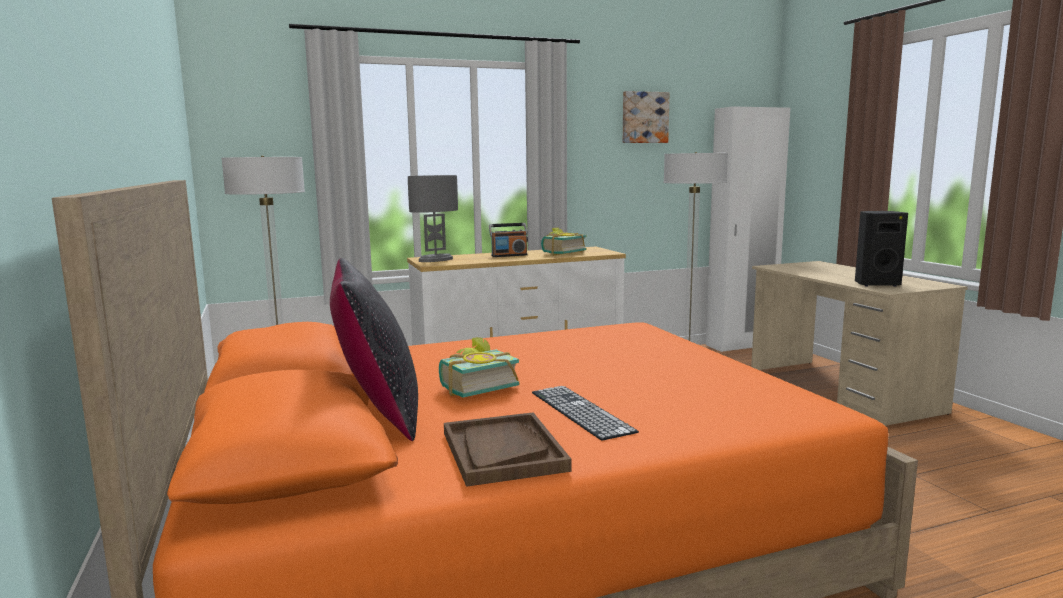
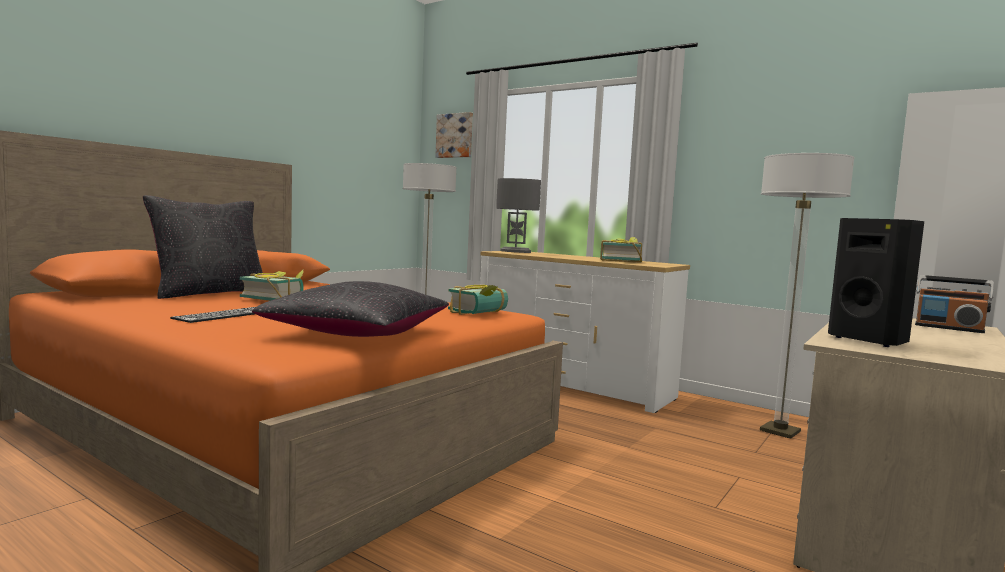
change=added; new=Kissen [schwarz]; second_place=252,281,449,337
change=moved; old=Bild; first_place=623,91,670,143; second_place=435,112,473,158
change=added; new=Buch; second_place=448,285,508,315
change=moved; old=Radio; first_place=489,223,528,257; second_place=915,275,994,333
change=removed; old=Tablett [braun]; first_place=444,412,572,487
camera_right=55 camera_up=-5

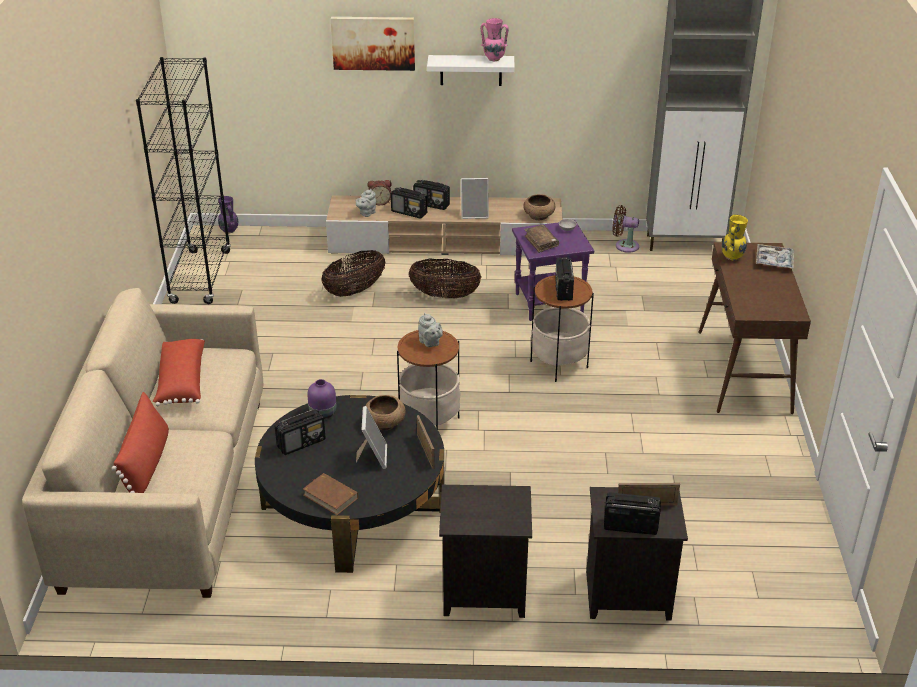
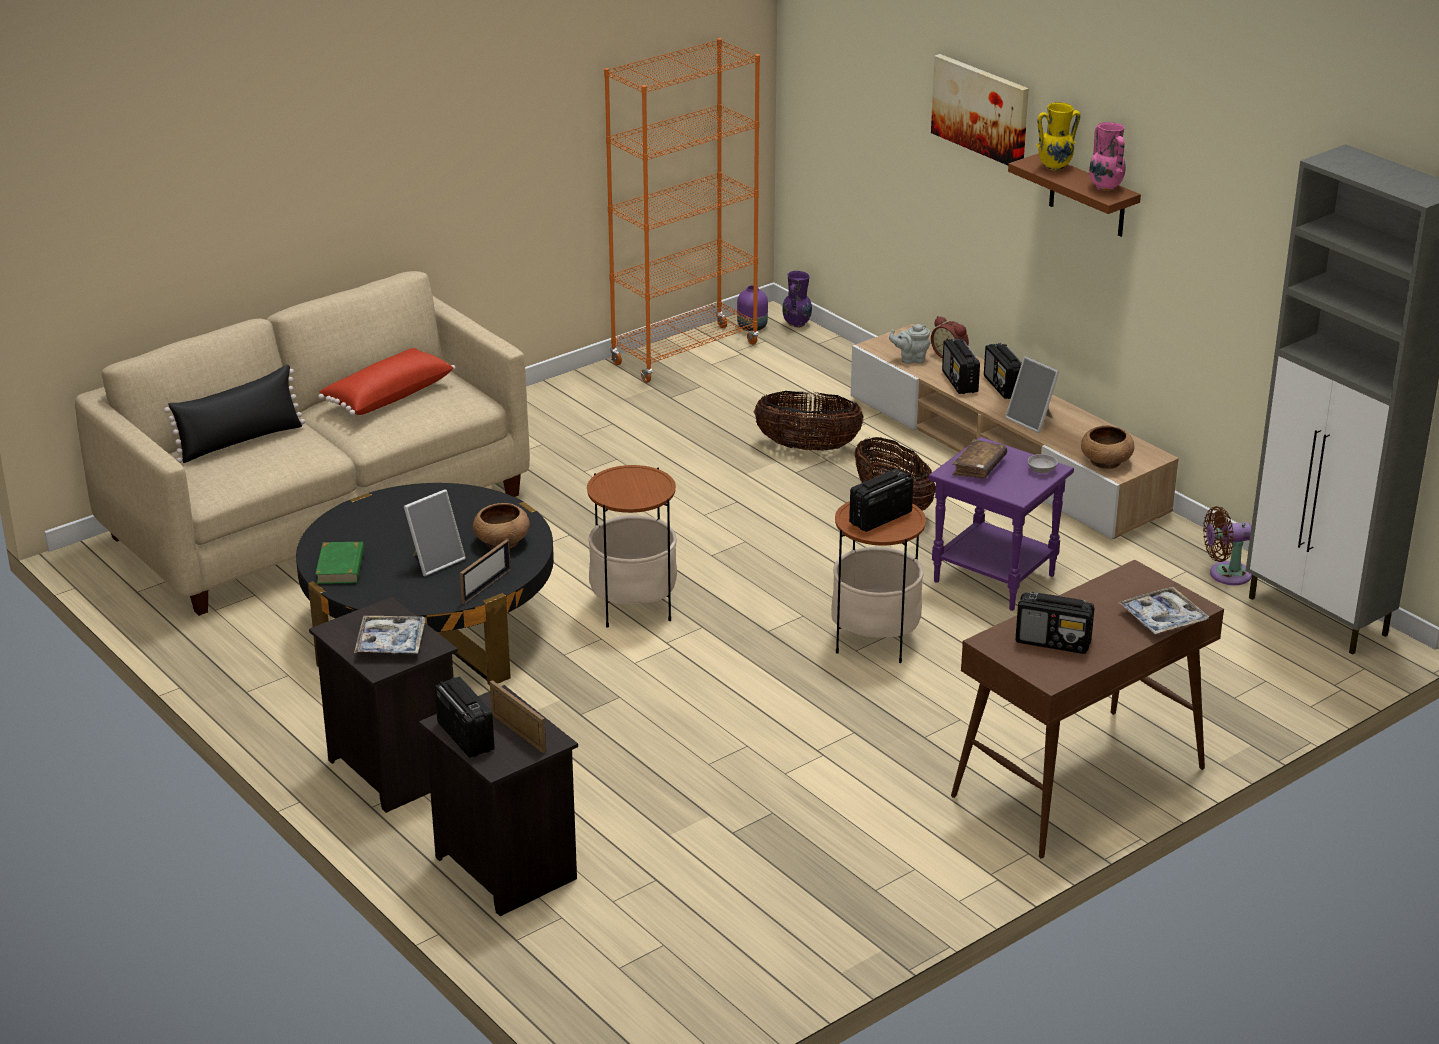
change=recoloured; old=Kissen [rot]; new=Kissen [schwarz]; first_place=112,392,169,493; second_place=164,365,305,463
change=recoloured; old=Buch [braun]; new=Buch [grün]; first_place=303,473,358,515; second_place=315,542,364,584
change=added; new=Tablett; second_place=354,616,425,653
change=recoloured; old=Bücherregal [schwarz]; new=Bücherregal [orange]; first_place=136,57,231,304; second_place=604,38,760,383
change=moved; old=Vase [lila]; first_place=307,379,337,419; second_place=737,285,768,331
change=recoloured; old=Wandregal [weiß]; new=Wandregal [braun]; first_place=427,55,515,86; second_place=1008,153,1141,237
change=moved; old=Radio; first_place=275,409,325,455; second_place=1016,592,1094,654
change=moved; old=Vase [gelb]; first_place=722,215,748,261; second_place=1036,102,1080,170
change=turned; old=Ventilator [braun]; first_place=612,205,639,253; second_place=1203,506,1252,585; degrees=-75
change=removed; old=Teekanne [grau]; first_place=418,313,443,347
camera_right=50 camera_up=-5

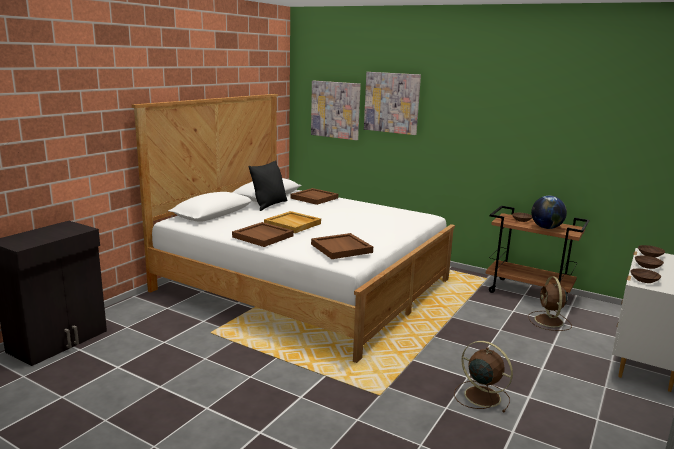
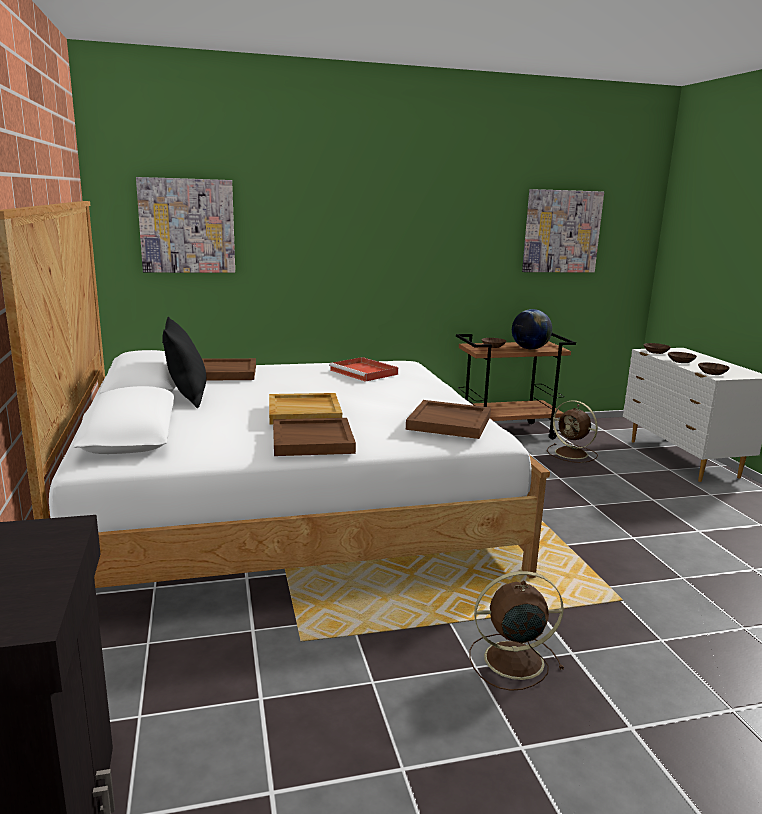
change=added; new=Tablett [rot]; second_place=329,357,398,382
change=moved; old=Ventilator [braun]; first_place=454,341,513,412; second_place=469,571,564,691
change=moved; old=Bild; first_place=364,72,421,135; second_place=522,189,604,272
camera_right=-45 camera_up=0

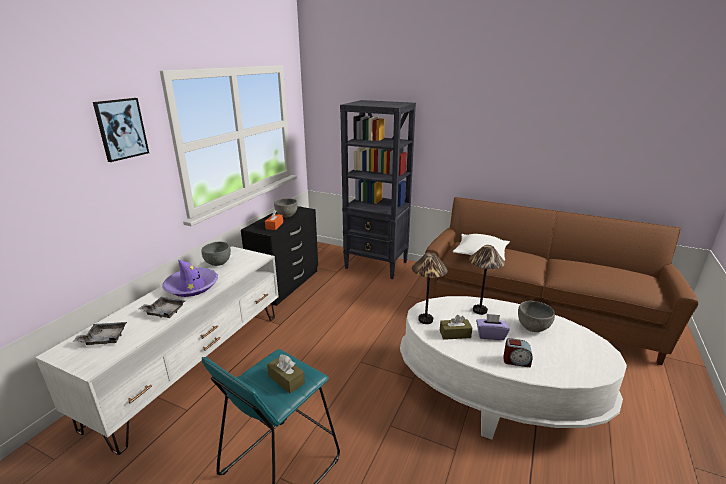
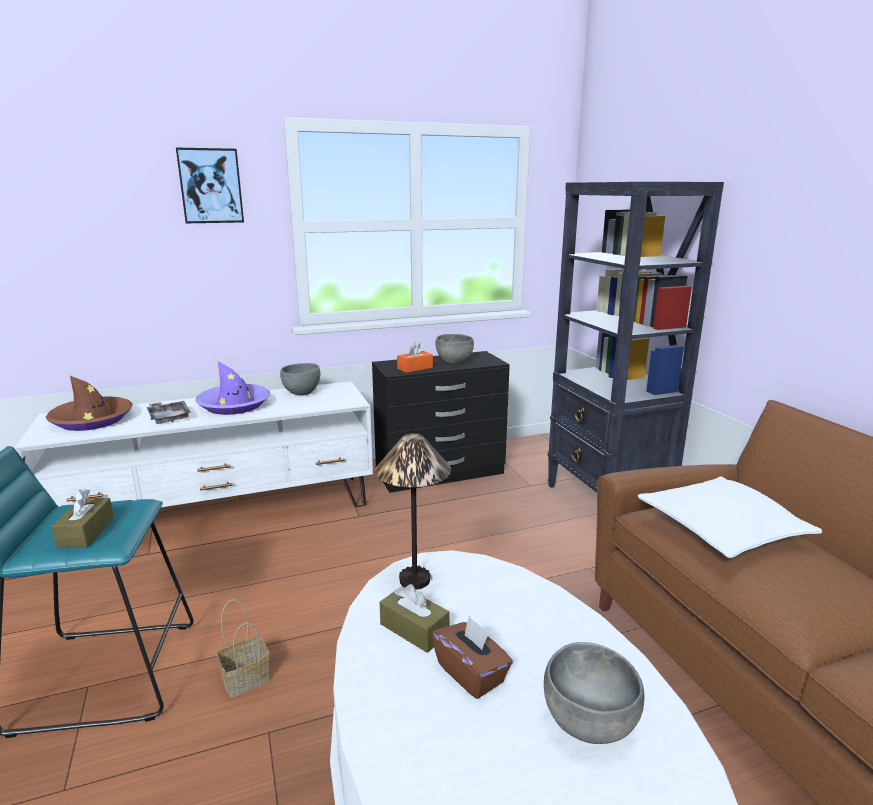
change=replaced; old=Tablett [grau]; new=Hut [braun]; first_place=73,322,127,345; second_place=45,376,133,431
change=added; new=Korb; second_place=217,600,271,698
change=recoloured; old=Taschentuchbox [lila]; new=Taschentuchbox [braun]; first_place=476,314,510,340; second_place=432,616,513,699
change=removed; old=Tischlampe; first_place=469,245,505,315
change=removed; old=Wecker; first_place=503,338,533,368
camera_right=45 camera_up=-5

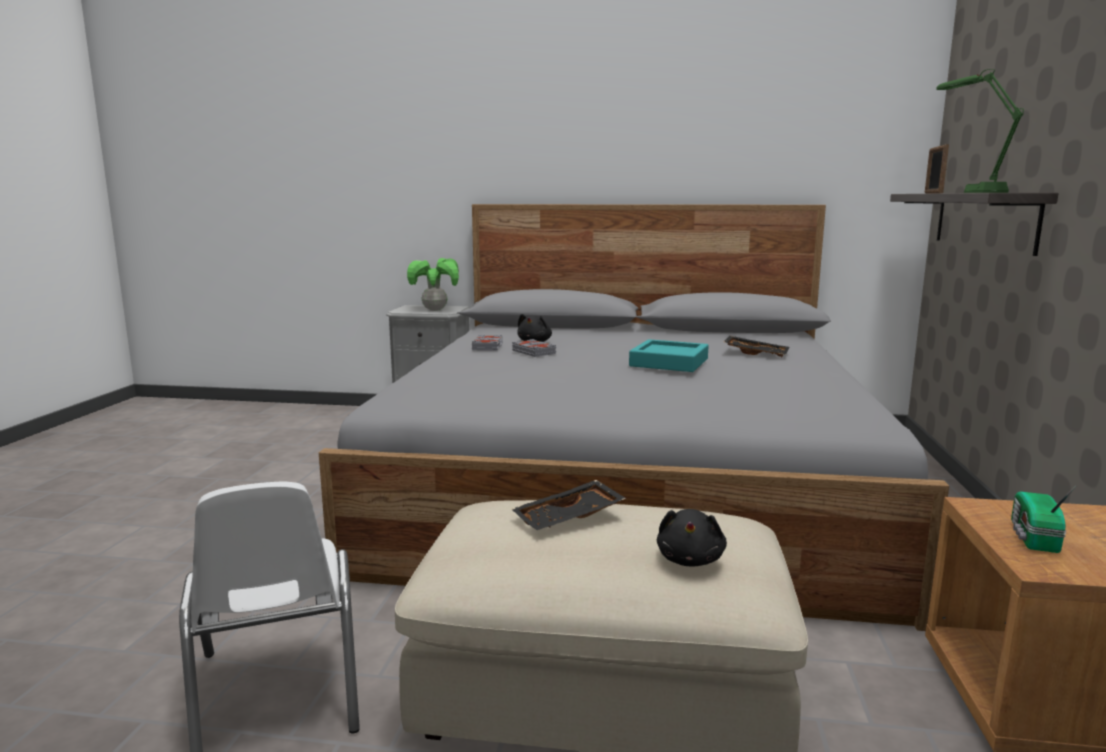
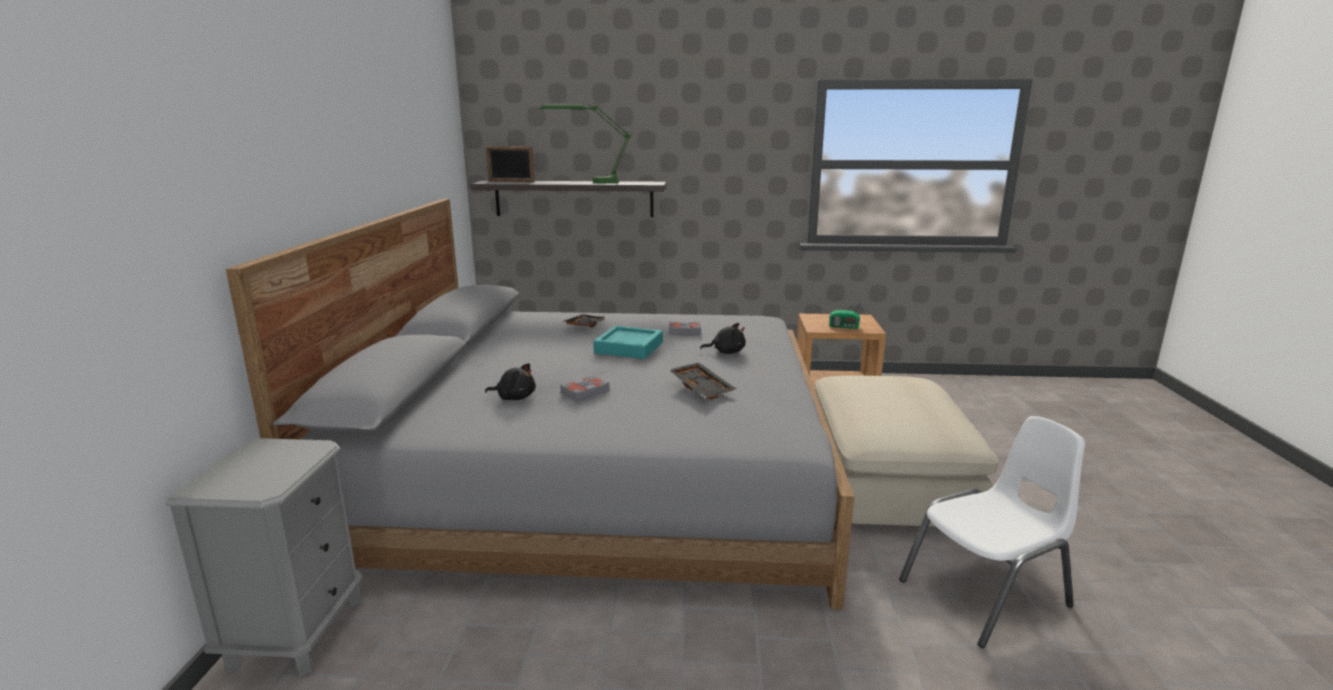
change=moved; old=Buch [grau]; first_place=472,335,503,351; second_place=669,321,701,335
change=moved; old=Tablett [schwarz]; first_place=511,480,627,530; second_place=669,362,737,400
change=moved; old=Plüschtier [schwarz]; first_place=657,509,727,566; second_place=700,323,746,354
change=removed; old=Topfpflanze; first_place=407,258,459,311
camera_right=-95 camera_up=5

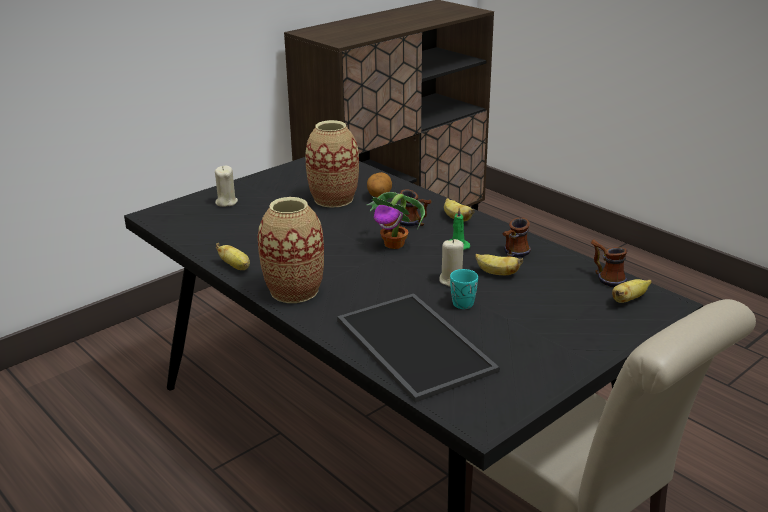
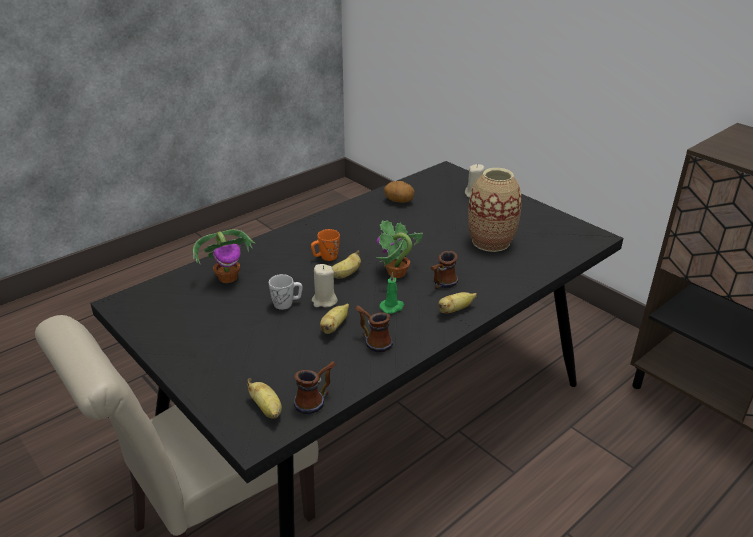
change=replaced; old=Tablett; new=Topfpflanze; first_place=337,293,499,403; second_place=193,229,255,283
change=recoloured; old=Henkelbecher [türkis]; new=Henkelbecher [weiß]; first_place=450,269,478,309; second_place=269,274,303,310
change=added; new=Henkelbecher [orange]; second_place=311,229,340,261
change=moved; old=Banane; first_place=216,243,250,270; second_place=332,251,361,279
change=moved; old=Kartoffel; first_place=367,172,392,197; second_place=384,181,414,203
change=removed; old=Vase; first_place=258,197,324,303
camera_right=90 camera_up=5

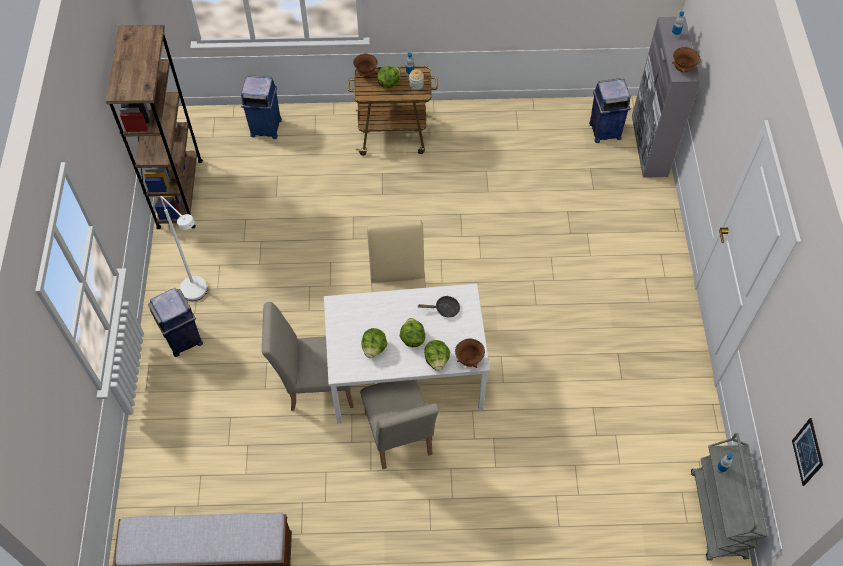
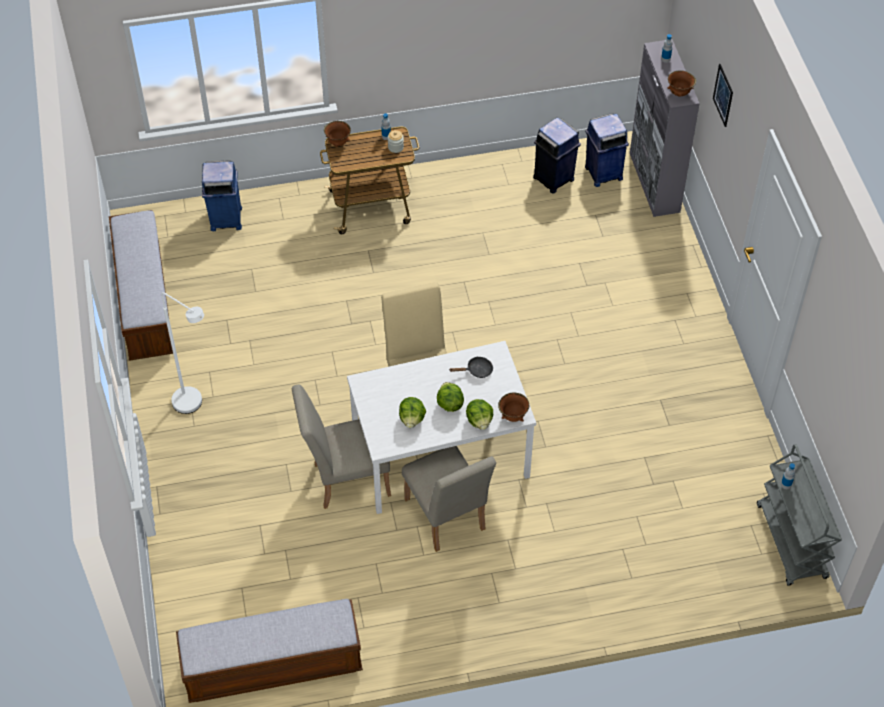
change=replaced; old=Bücherregal [braun]; new=Bank; first_place=105,25,203,229; second_place=109,210,173,361
change=moved; old=Mülleimer [blau]; first_place=148,288,203,357; second_place=533,117,581,193
change=moved; old=Bild; first_place=792,418,823,486; second_place=713,64,733,127
change=removed; old=Salatkopf; first_place=377,66,401,88
camera_right=-10 camera_up=-5

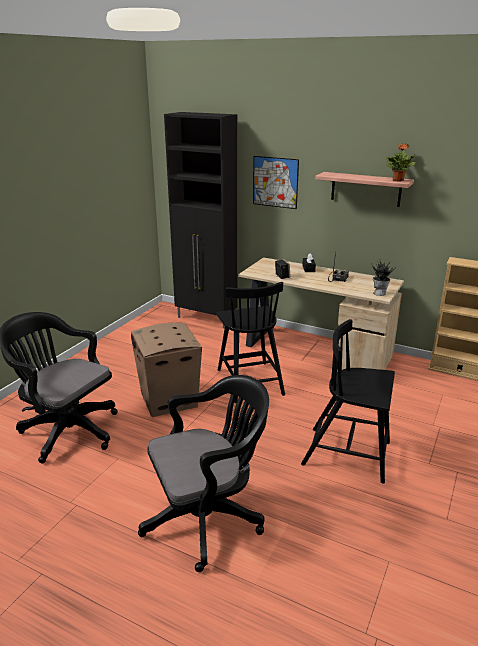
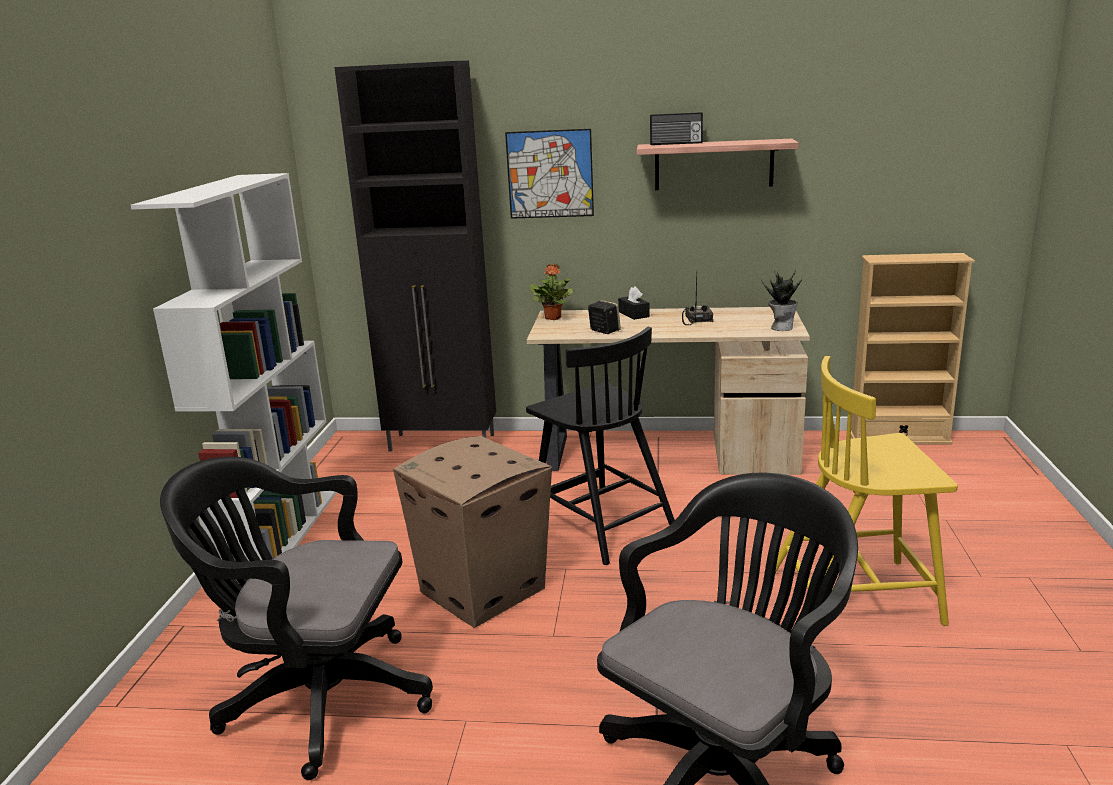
change=added; new=Bücherregal [weiß]; second_place=131,173,337,582
change=moved; old=Topfpflanze; first_place=386,143,416,182; second_place=529,264,574,320
change=added; new=Radio; second_place=650,112,703,145
change=recoloured; old=Stuhl [schwarz]; new=Stuhl [gelb]; first_place=301,319,395,484; second_place=775,356,958,626
camera_right=-20 camera_up=-5

